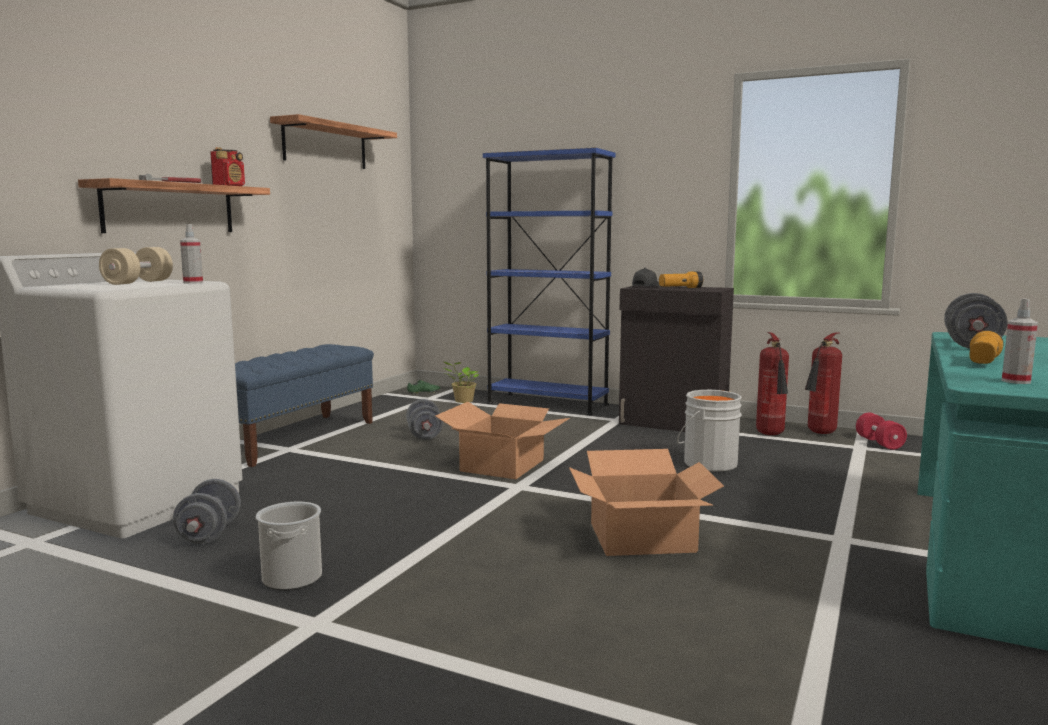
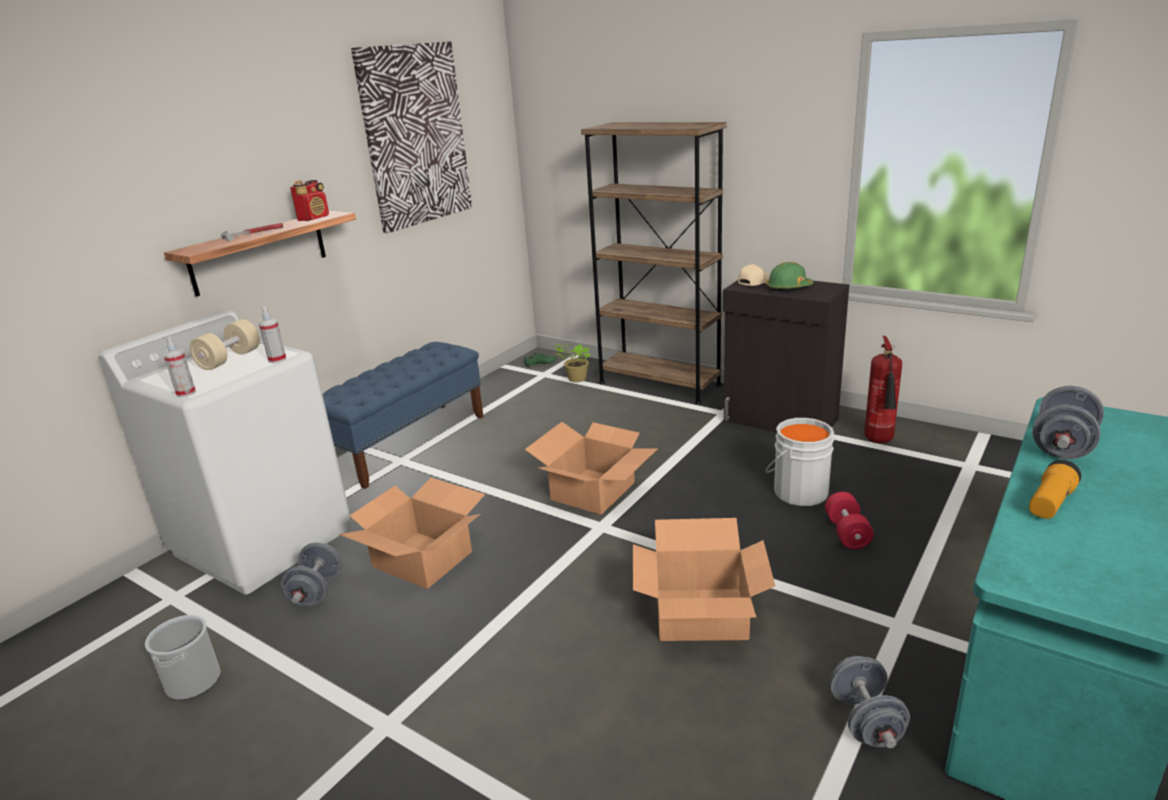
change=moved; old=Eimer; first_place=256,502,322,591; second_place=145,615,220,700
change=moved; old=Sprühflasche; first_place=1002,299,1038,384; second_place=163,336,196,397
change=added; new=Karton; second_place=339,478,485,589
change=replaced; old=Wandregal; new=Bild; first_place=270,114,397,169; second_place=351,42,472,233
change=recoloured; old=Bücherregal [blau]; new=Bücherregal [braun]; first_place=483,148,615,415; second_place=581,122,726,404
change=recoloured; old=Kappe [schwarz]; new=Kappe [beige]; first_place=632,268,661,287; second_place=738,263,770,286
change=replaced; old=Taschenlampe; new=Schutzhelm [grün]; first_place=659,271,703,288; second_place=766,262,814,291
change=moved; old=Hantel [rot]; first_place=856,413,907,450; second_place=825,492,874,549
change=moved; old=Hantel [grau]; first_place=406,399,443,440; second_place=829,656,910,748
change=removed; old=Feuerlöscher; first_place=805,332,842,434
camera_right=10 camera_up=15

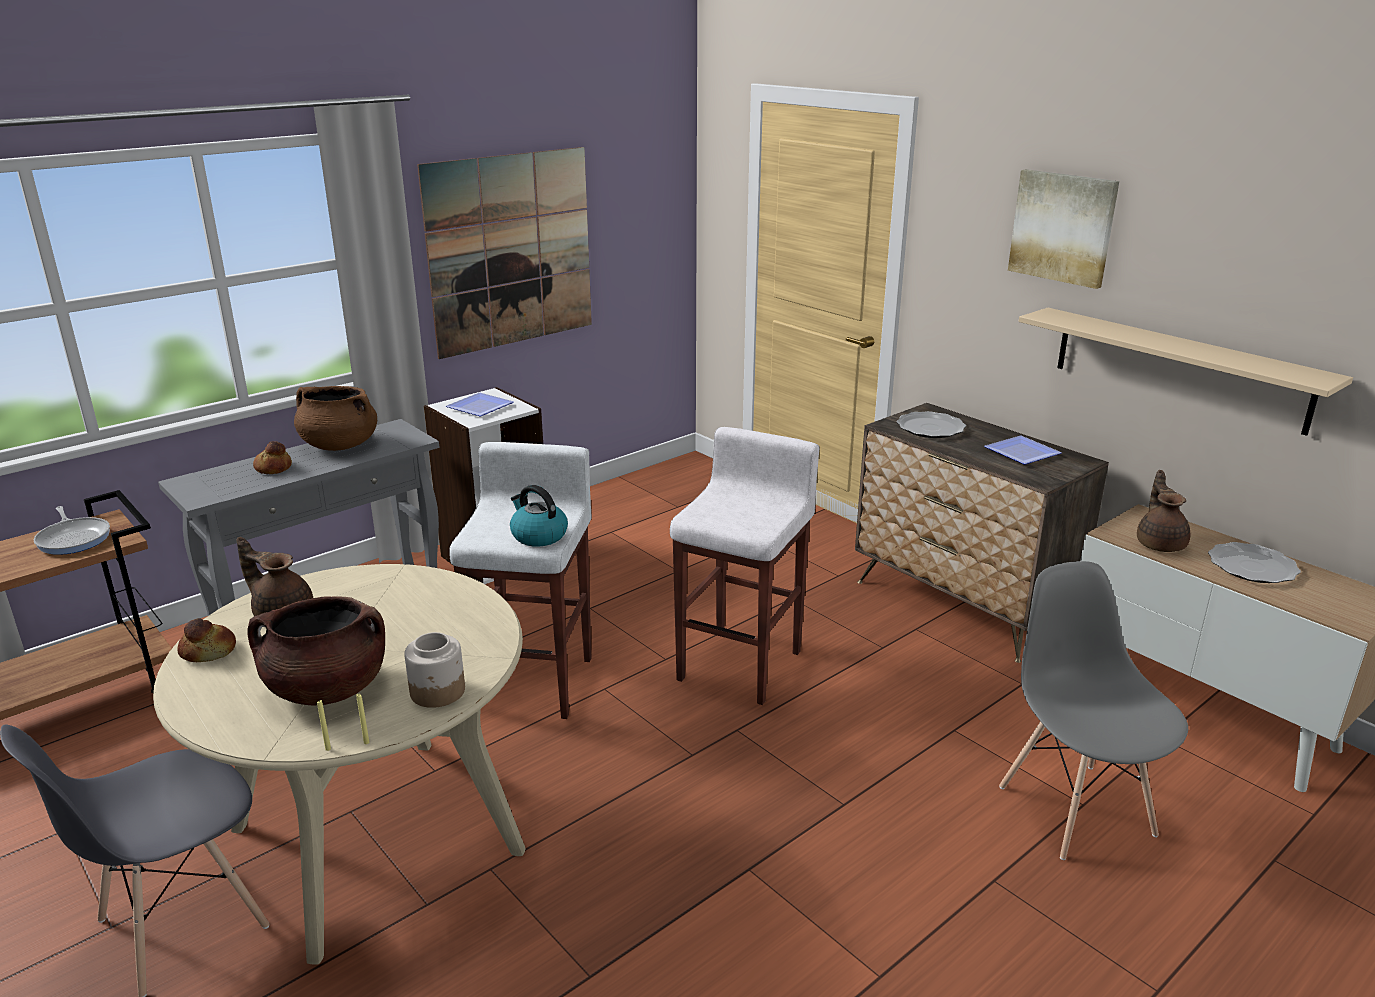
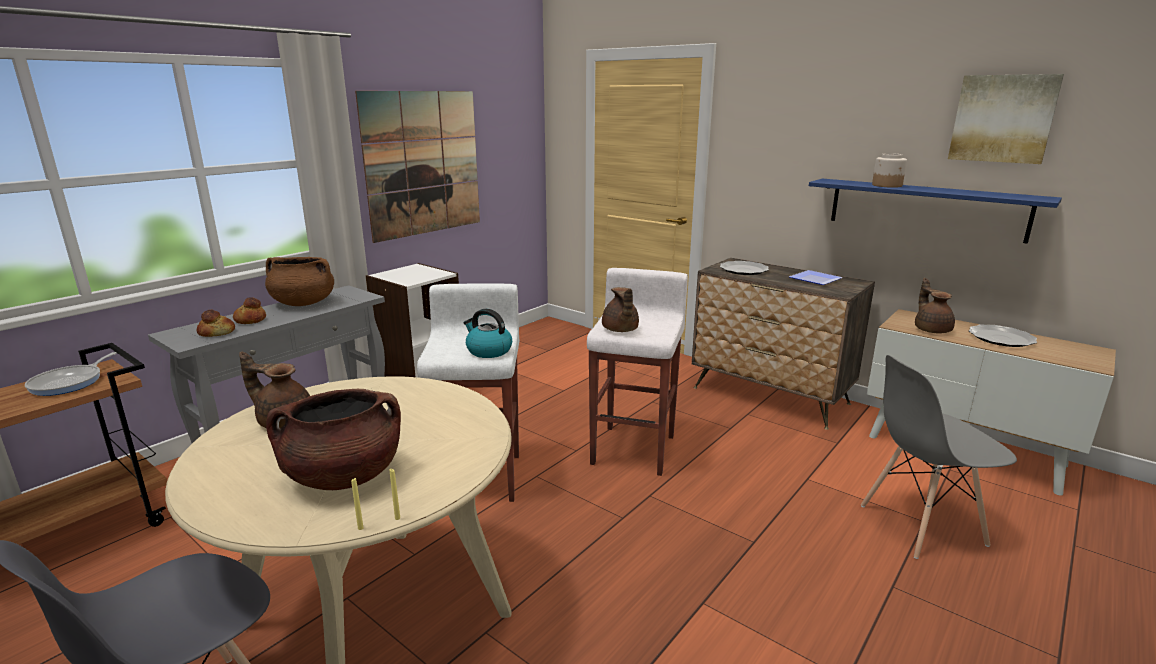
change=turned; old=Pfanne; first_place=34,506,110,555; second_place=25,352,117,396; degrees=60
change=moved; old=Brot; first_place=177,618,236,662; second_place=197,310,235,337
change=added; new=Teekanne [braun]; second_place=602,287,639,332
change=recoloured; old=Wandregal [beige]; new=Wandregal [blau]; first_place=1019,308,1353,436; second_place=809,179,1062,244
change=turned; old=Stuhl [grau]; first_place=999,561,1188,860; second_place=861,355,1017,559; degrees=-75
change=moved; old=Vorratsglas; first_place=404,632,465,708; second_place=872,153,907,188
change=moved; old=Bild; first_place=1008,169,1119,289; second_place=948,74,1064,164
change=removed; old=Teller; first_place=446,393,514,416
camera_right=-10 camera_up=-5

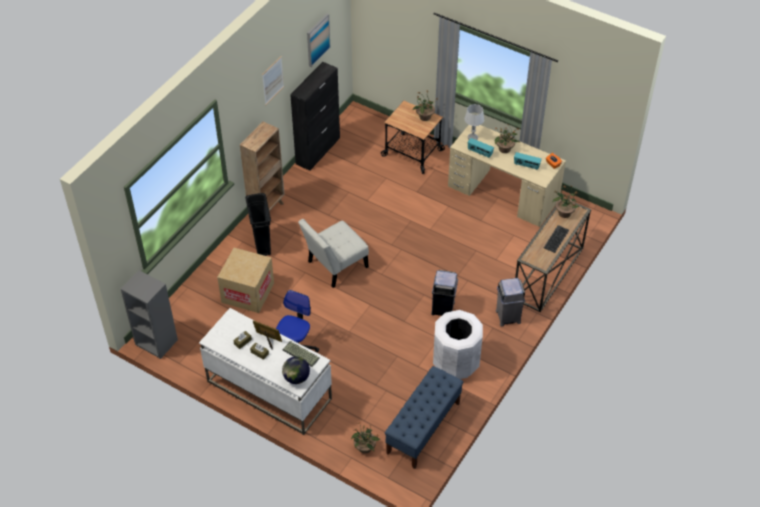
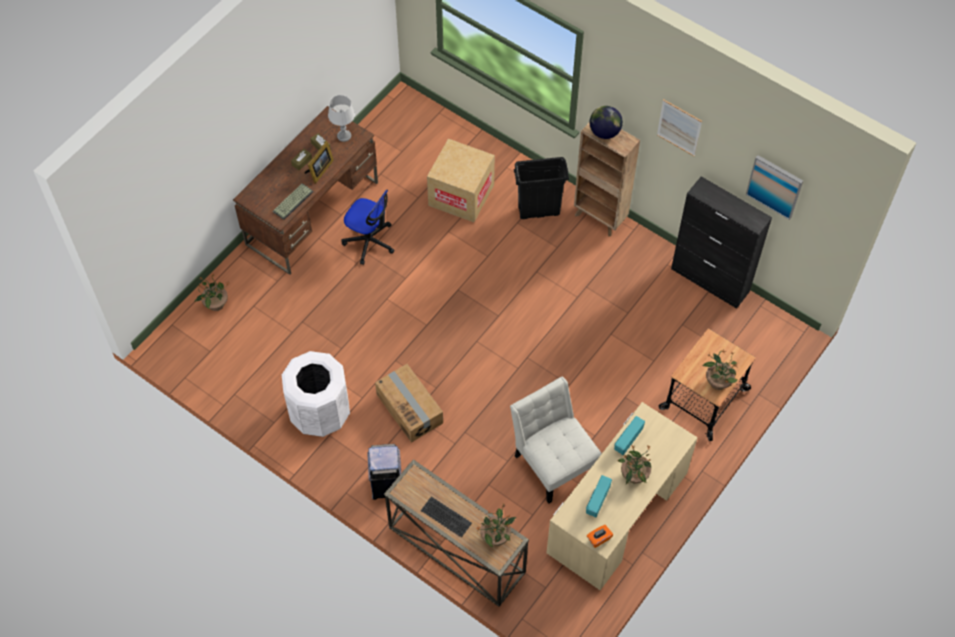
change=recoloured; old=Schreibtisch [weiß]; new=Schreibtisch [braun]; first_place=199,308,332,435; second_place=233,106,378,275
change=moved; old=Tischlampe [grau]; first_place=464,104,484,140; second_place=328,95,355,142
change=replaced; old=Mülleimer [grau]; new=Karton; first_place=431,270,458,316; second_place=375,364,443,443
change=moved; old=Stuhl [weiß]; first_place=298,219,369,288; second_place=510,377,602,504
change=moved; old=Globus; first_place=282,356,310,384; second_place=589,106,623,139
change=removed; old=Bücherregal [grau]; first_place=121,270,178,359
change=removed; old=Bank [blau]; first_place=385,366,464,469
camera_right=95 camera_up=10

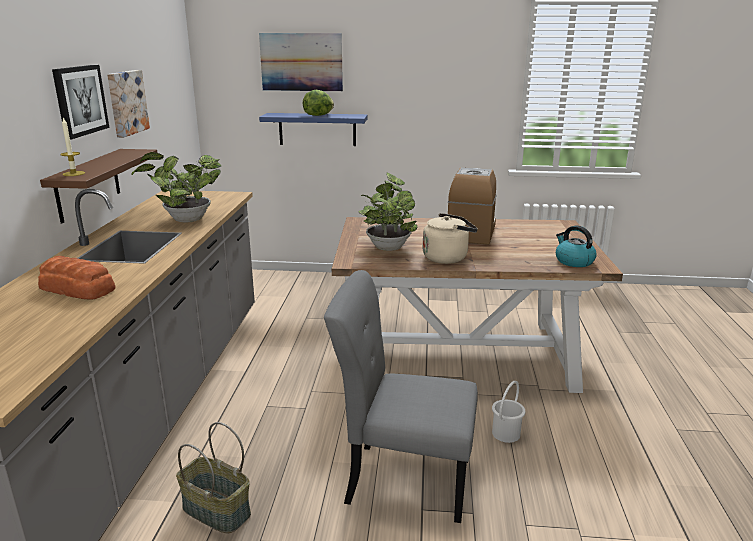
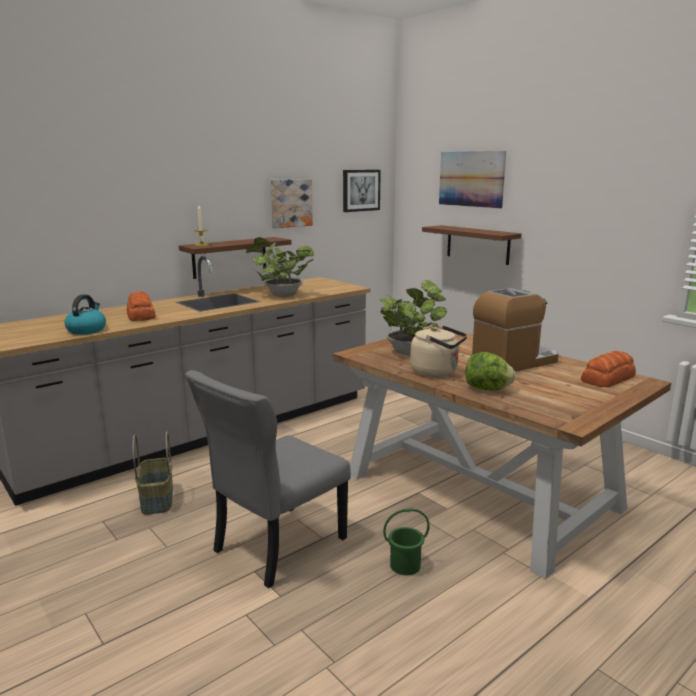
change=moved; old=Wasserkessel; first_place=556,226,597,267; second_place=64,294,106,335
change=turned; old=Stuhl [grau]; first_place=324,270,478,523; second_place=185,370,351,588; degrees=-105
change=moved; old=Bild; first_place=52,65,109,140; second_place=343,170,381,212
change=recoloured; old=Eimer [weiß]; new=Eimer [grün]; first_place=492,381,526,443; second_place=383,508,430,575
change=recoloured; old=Wandregal [blau]; new=Wandregal [braun]; first_place=259,113,368,146; second_place=422,225,522,265
change=moved; old=Salatkopf; first_place=303,90,334,116; second_place=466,352,516,390
change=added; new=Brot; second_place=581,351,636,387
camera_right=45 camera_up=-5

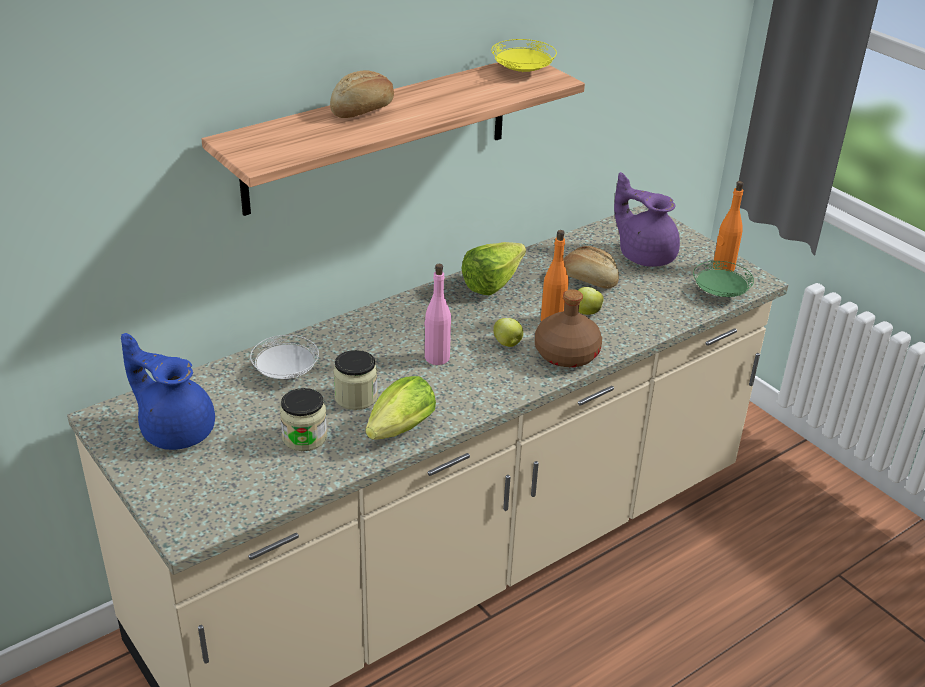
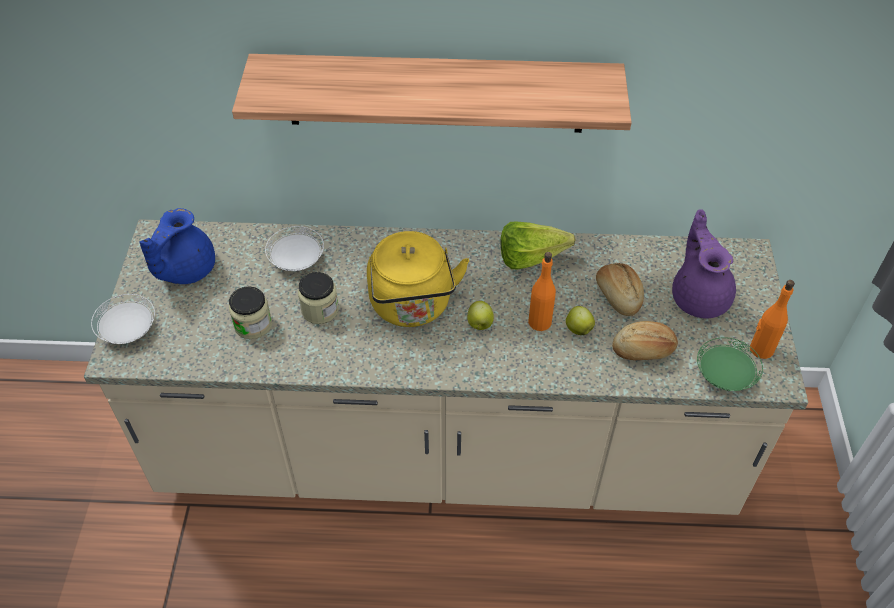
change=added; new=Teller [weiß]; second_place=91,294,155,344
change=turned; old=Teekanne [blau]; first_place=121,333,215,450; second_place=139,208,215,284; degrees=-135
change=replaced; old=Flasche [rosa]; new=Wasserkessel [gelb]; first_place=424,264,451,365; second_place=367,231,469,327
change=moved; old=Brot; first_place=330,70,394,118; second_place=612,321,678,360
change=removed; old=Salatkopf; first_place=366,376,436,440
change=removed; old=Teller [gelb]; first_place=491,39,557,72
change=removed; old=Flasche [braun]; first_place=535,289,602,367
camera_right=40 camera_up=15

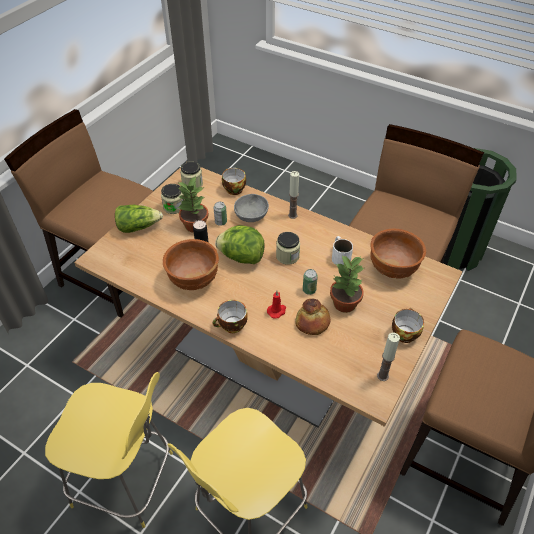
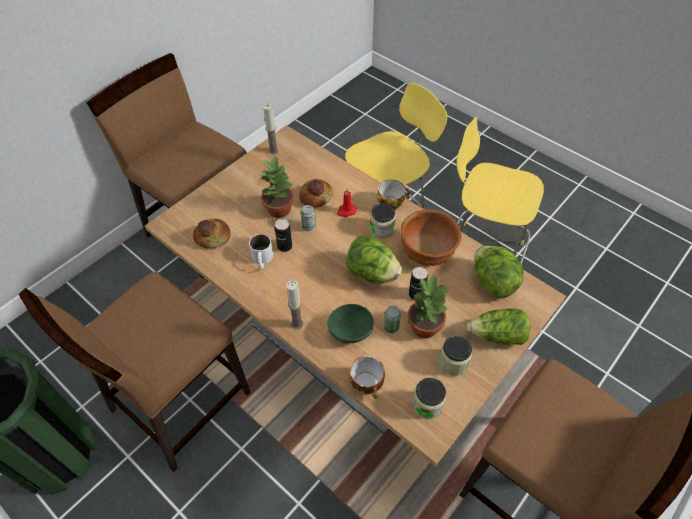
change=replaced; old=Schüssel [braun]; new=Brot; first_place=370,228,426,279; second_place=193,219,231,248
change=added; new=Dose; second_place=274,219,292,252
change=recoloured; old=Schüssel [grau]; new=Schüssel [grün]; first_place=234,194,269,222; second_place=327,304,374,343
change=moved; old=Vorratsglas; first_place=276,232,300,265; second_place=369,203,396,239
change=added; new=Salatkopf; second_place=475,246,524,299
change=removed; old=Tasse; first_place=392,308,424,343
camera_right=-170 camera_up=5

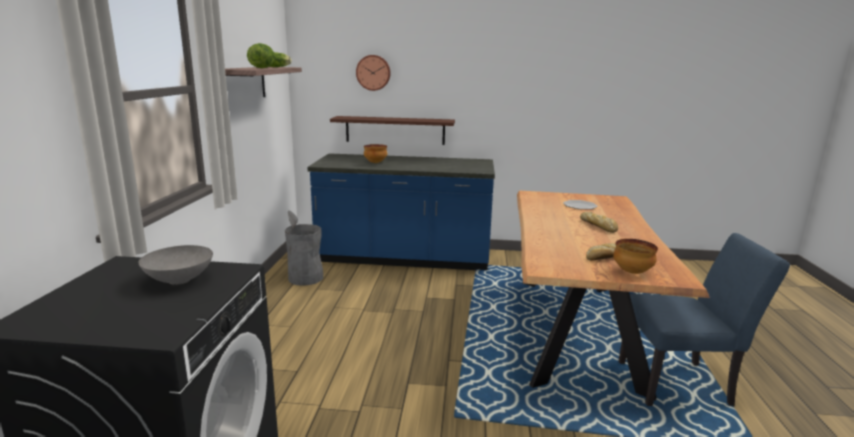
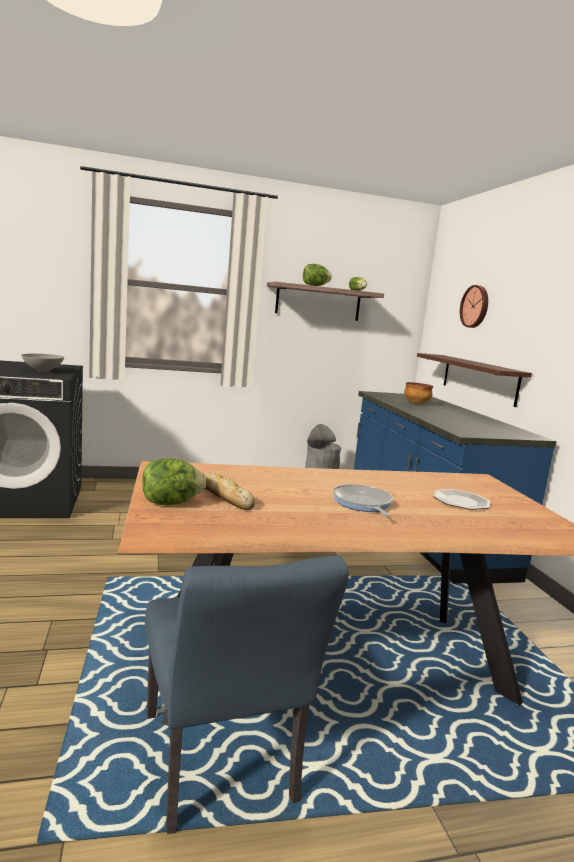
change=replaced; old=Schüssel; new=Salatkopf; first_place=613,239,658,274; second_place=142,458,206,505
change=replaced; old=Brot; new=Pfanne; first_place=580,212,618,233; second_place=333,484,393,516
camera_right=70 camera_up=-5

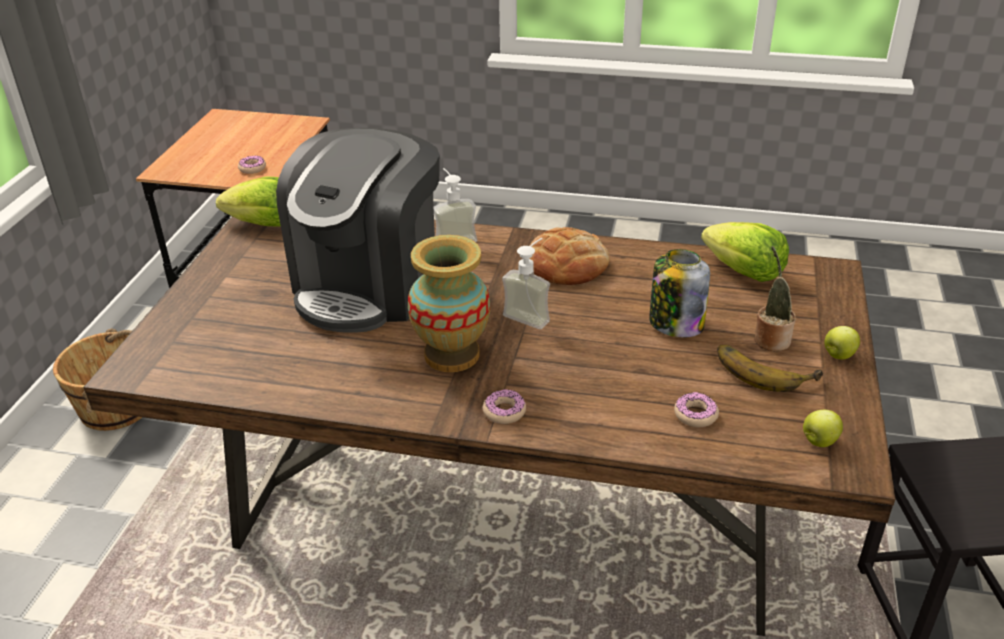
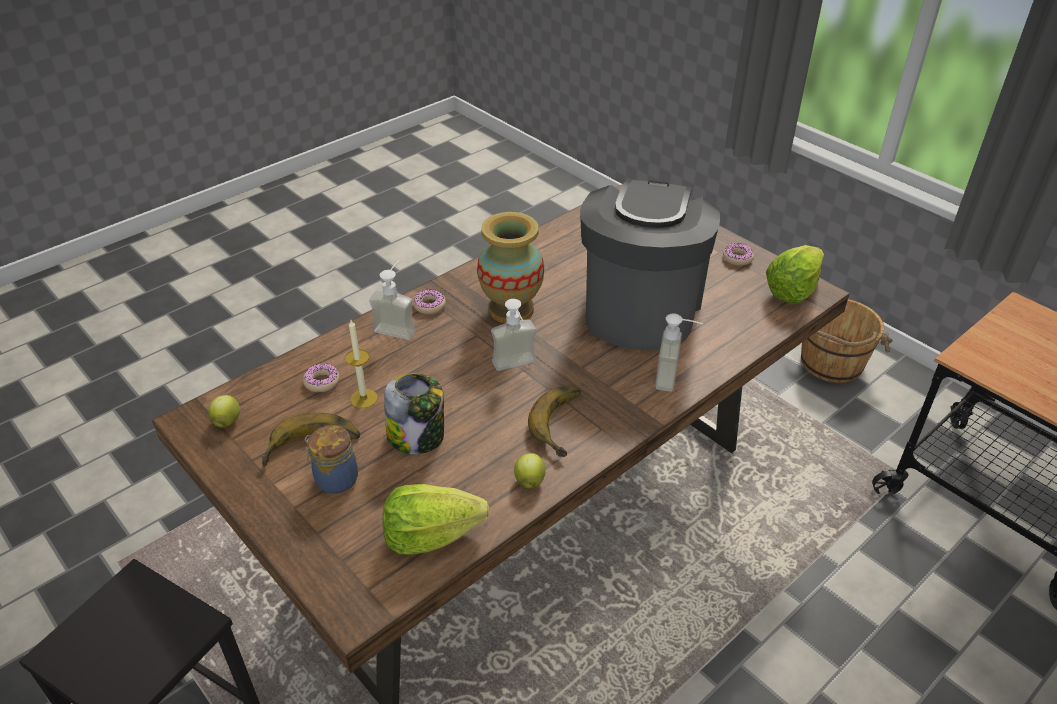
change=replaced; old=Topfpflanze; new=Vorratsglas; first_place=755,246,796,351; second_place=305,425,358,494
change=added; new=Kerze; second_place=345,320,378,408
change=added; new=Seifenspender; second_place=369,260,416,340
change=moved; old=Apfel; first_place=824,326,860,359; second_place=514,453,546,489
change=replaced; old=Brot; new=Banane; first_place=529,227,610,285; second_place=528,386,581,457
change=turned; old=Kaffeemaschine; first_place=276,128,440,333; second_place=580,179,720,351; degrees=45
change=moved; old=Donut; first_place=238,155,266,174; second_place=723,243,754,266
camera_right=125 camera_up=5

